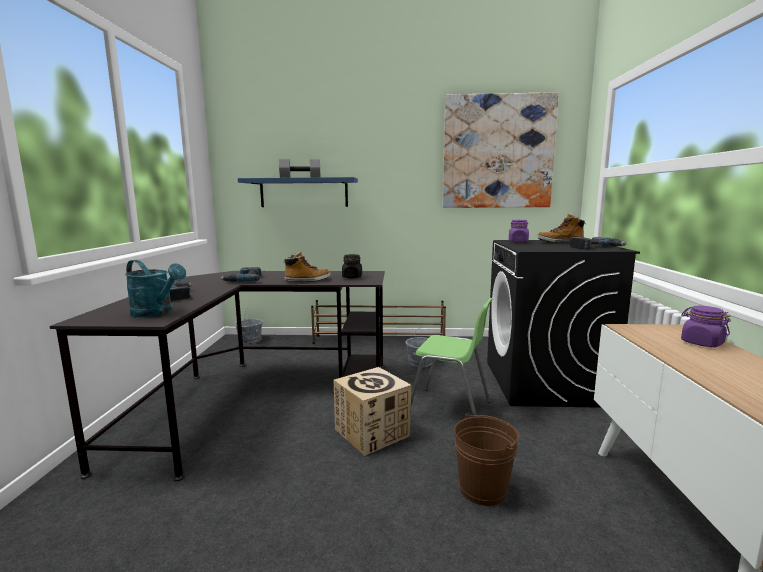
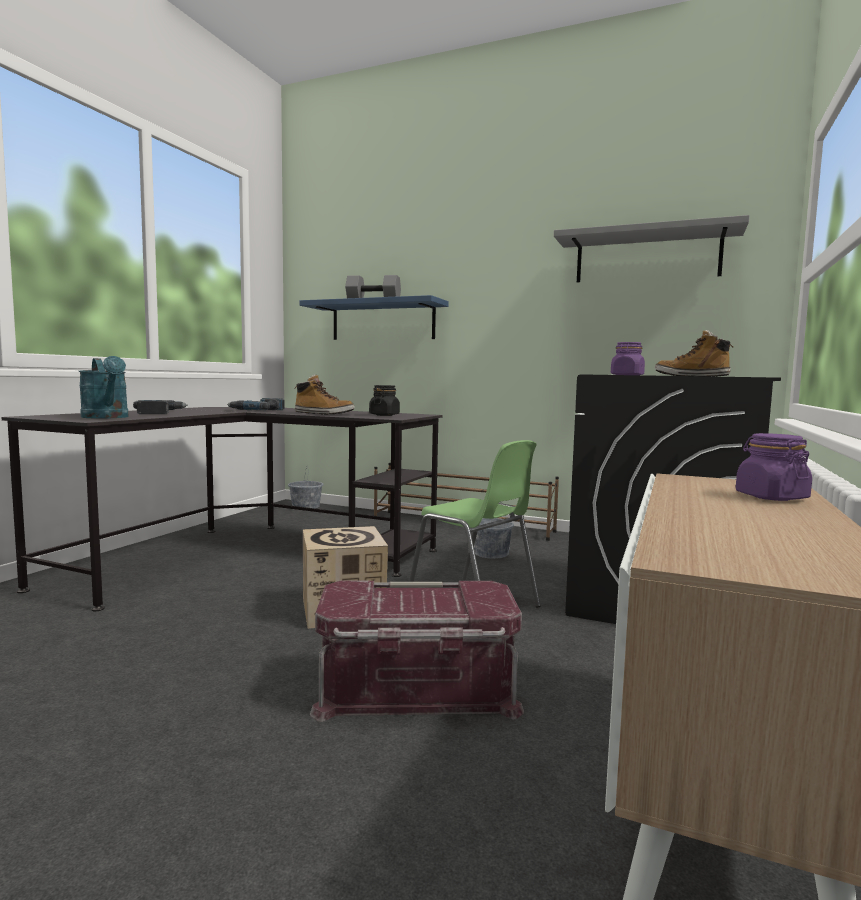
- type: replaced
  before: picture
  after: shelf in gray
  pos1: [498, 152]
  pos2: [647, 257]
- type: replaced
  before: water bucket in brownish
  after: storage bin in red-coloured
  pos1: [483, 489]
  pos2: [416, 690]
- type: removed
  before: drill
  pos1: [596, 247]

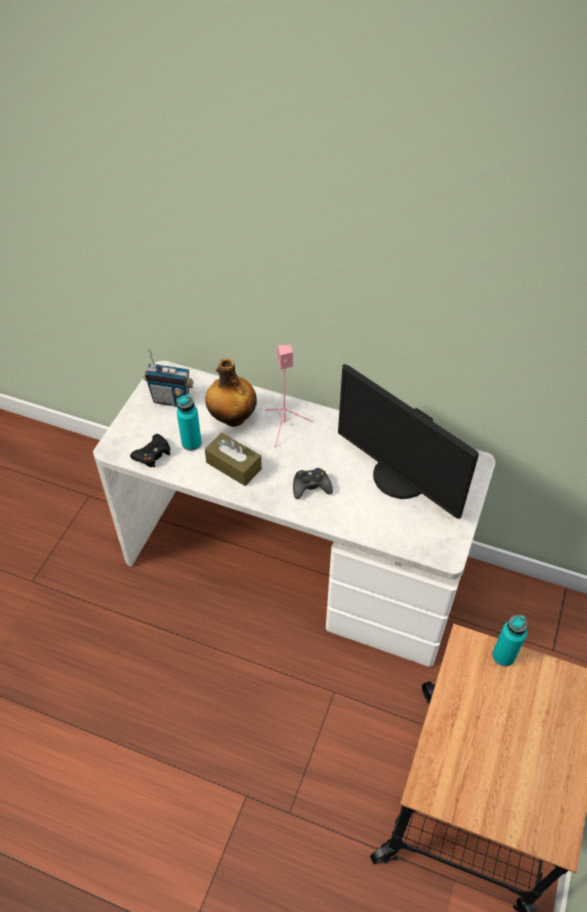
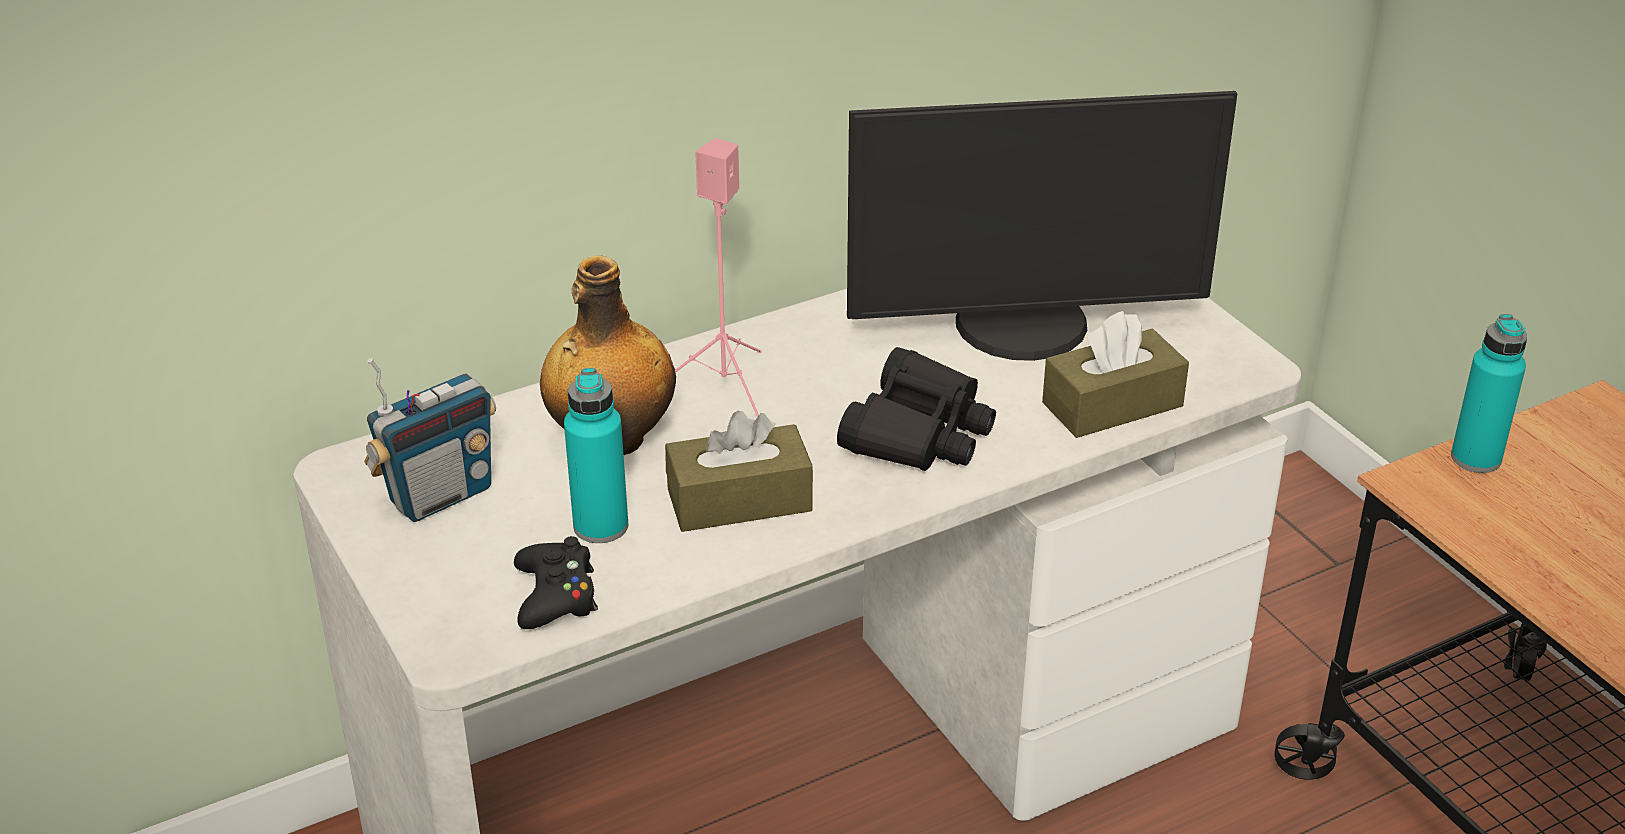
- type: replaced
  before: joypad in black-coloured
  after: pair of binoculars in black-coloured
  pos1: [311, 487]
  pos2: [918, 432]
- type: added
  after: box of tissues in brownish
  pos2: [1112, 404]

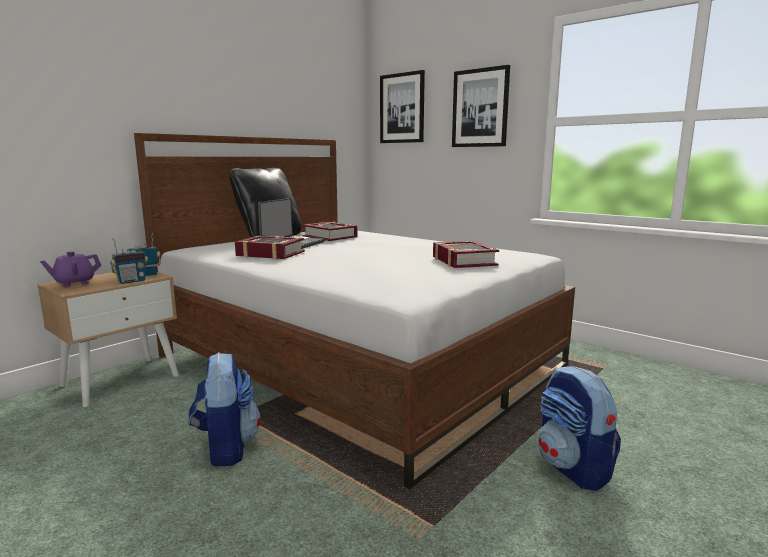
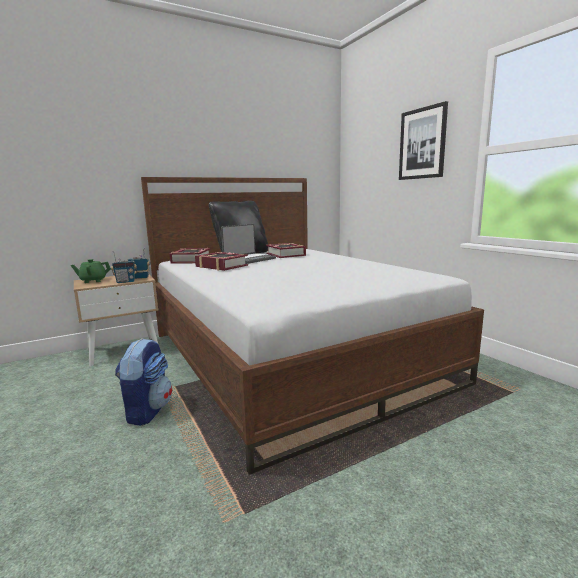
- type: recoloured
  before: teapot in purplish
  after: teapot in green-coloured
  pos1: [74, 283]
  pos2: [93, 281]
- type: removed
  before: picture
  pos1: [402, 108]
- type: moved
  before: book
  pos1: [463, 261]
  pos2: [191, 260]
- type: removed
  before: backpack
  pos1: [573, 468]

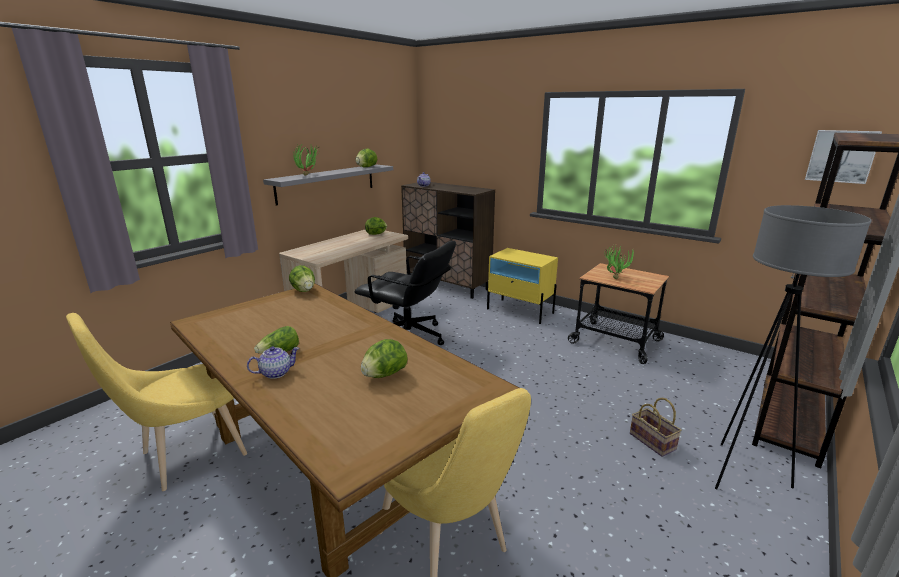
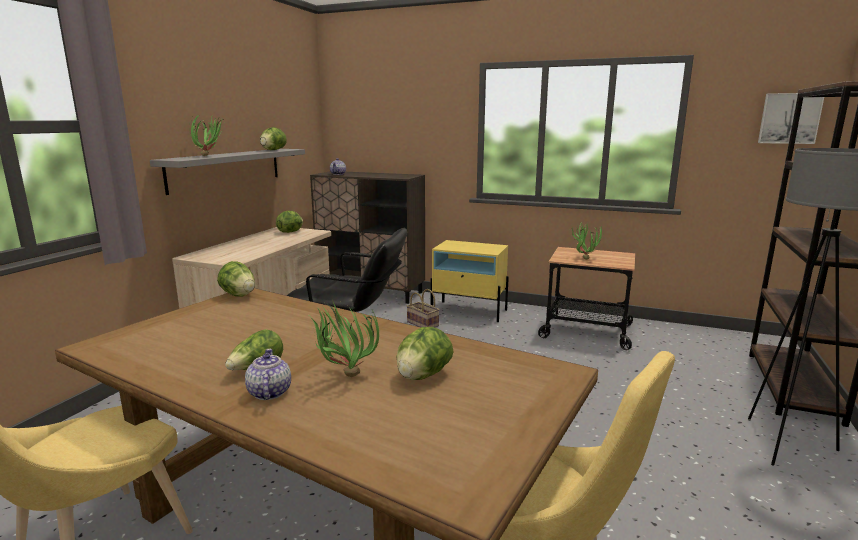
- type: turned
  before: teapot
  pos1: [275, 373]
  pos2: [269, 393]
  turn: -60
- type: moved
  before: household basket
  pos1: [653, 442]
  pos2: [423, 324]
- type: added
  after: plant in a pot
  pos2: [343, 376]

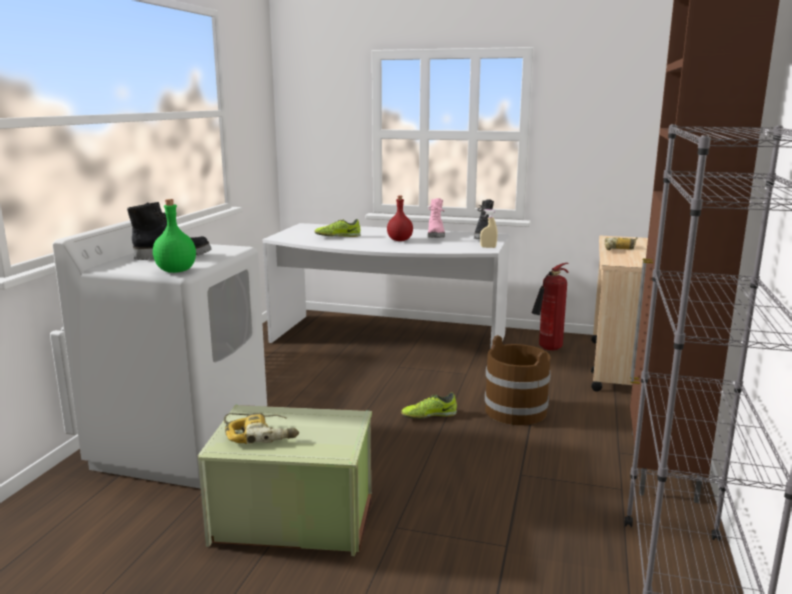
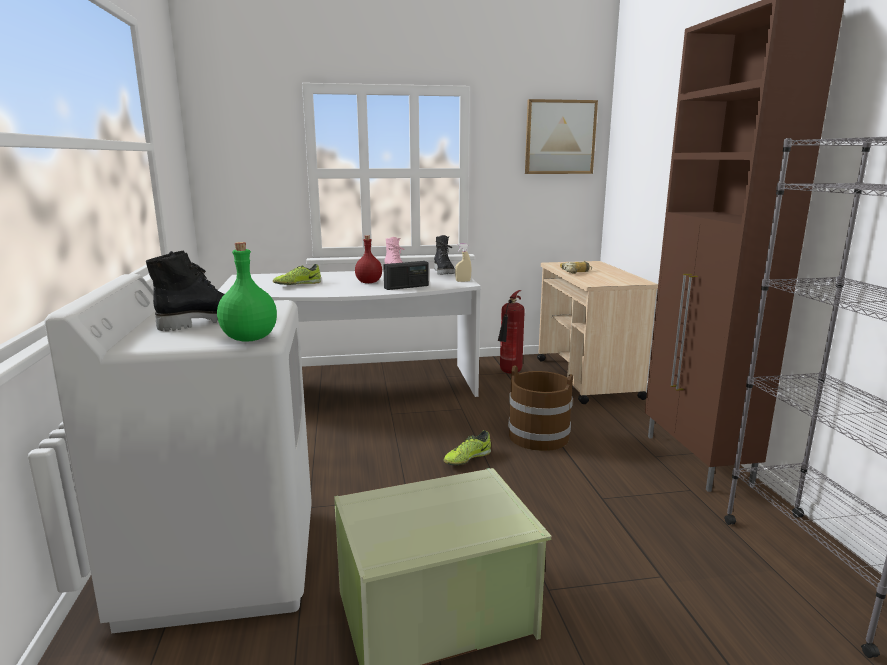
- type: removed
  before: drill
  pos1: [261, 434]
- type: added
  after: radio receiver
  pos2: [406, 287]
- type: added
  after: picture
  pos2: [560, 137]

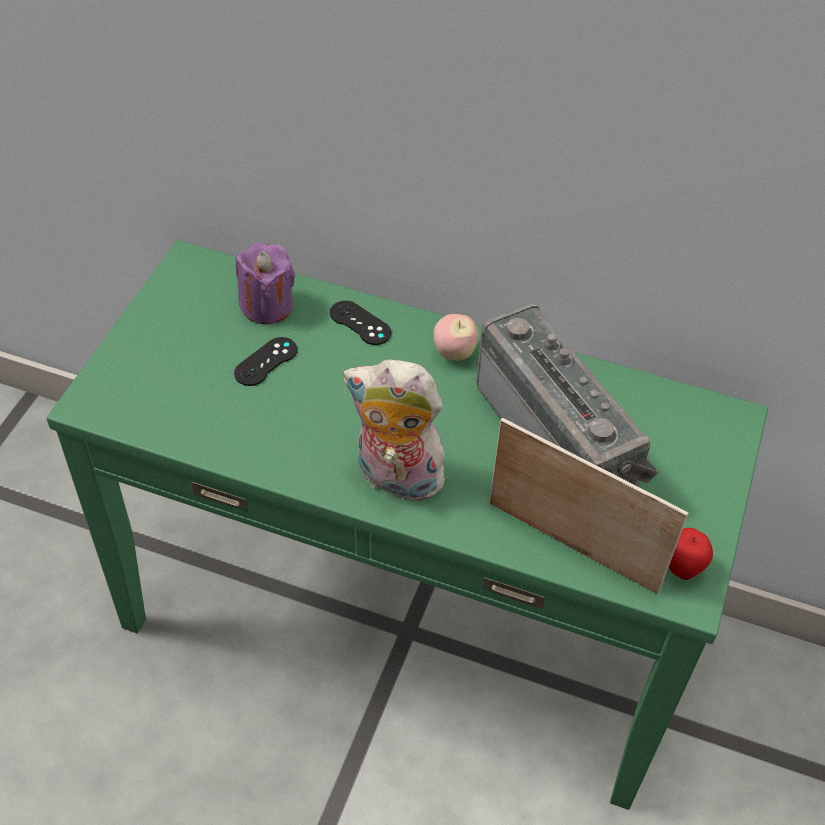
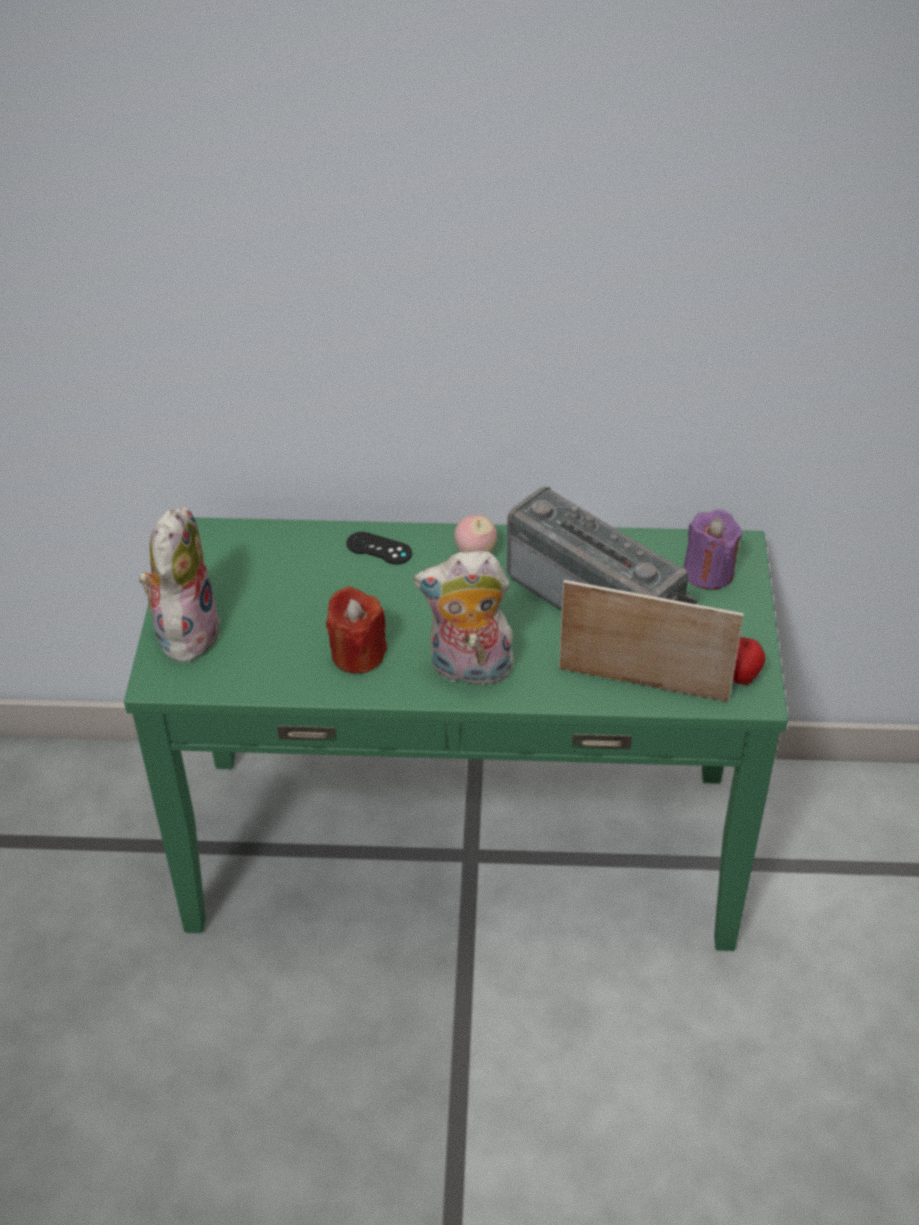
- type: removed
  before: joypad in black-coloured
  pos1: [266, 362]
- type: moved
  before: wax candle in purplish
  pos1: [267, 306]
  pos2: [708, 572]
- type: added
  after: plush toy
  pos2: [185, 631]
- type: added
  after: wax candle in red-coloured
  pos2: [358, 654]

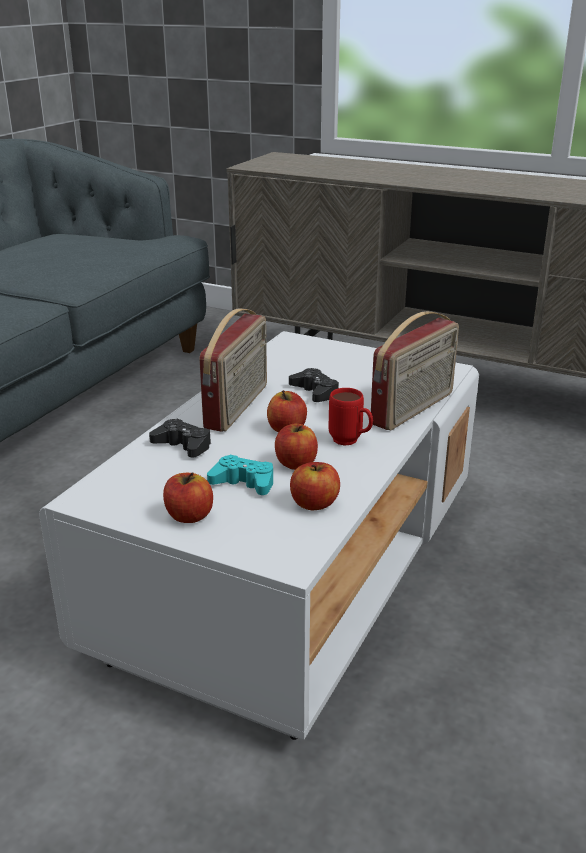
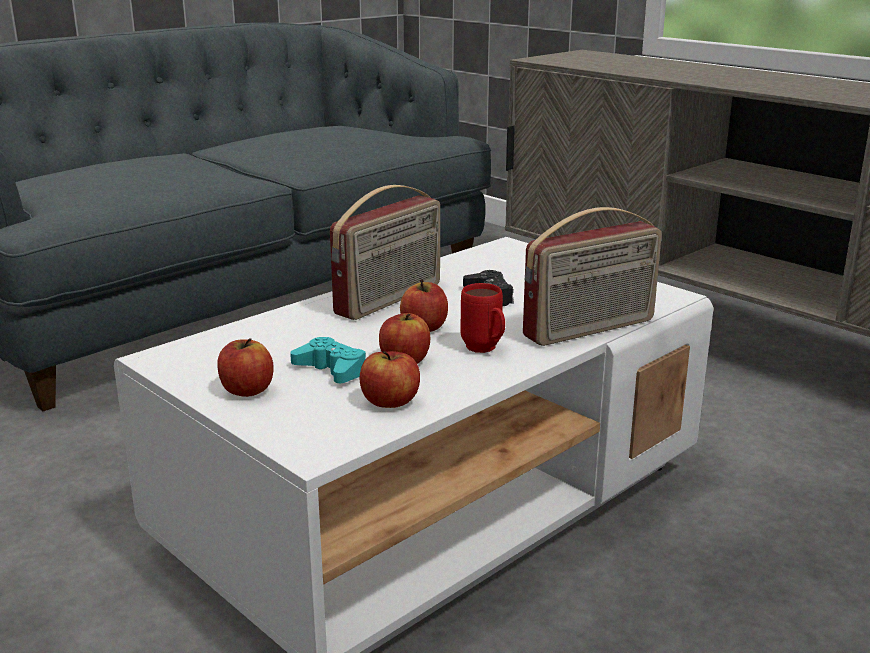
- type: removed
  before: joypad in black-coloured
  pos1: [183, 445]

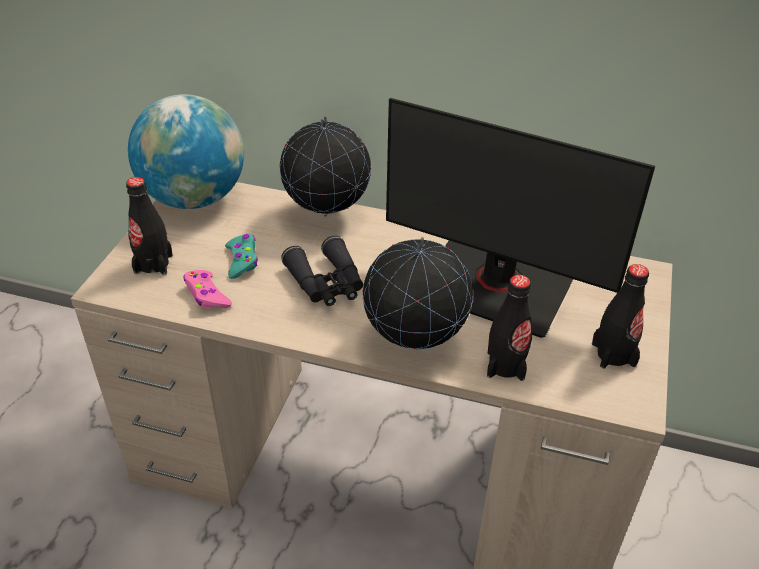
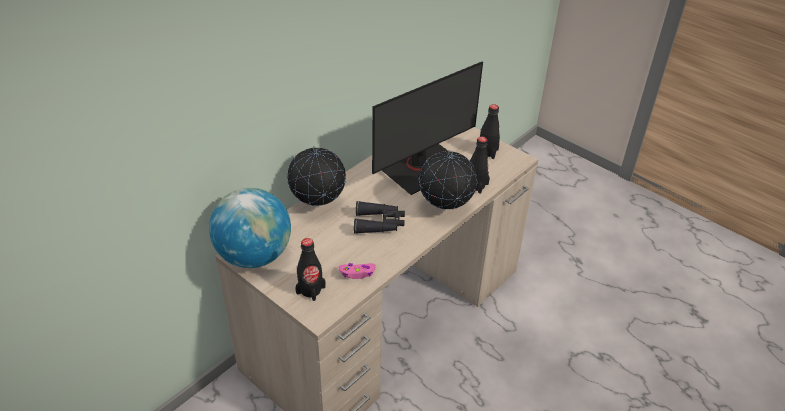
- type: removed
  before: joypad in turquoise-coloured
  pos1: [242, 260]

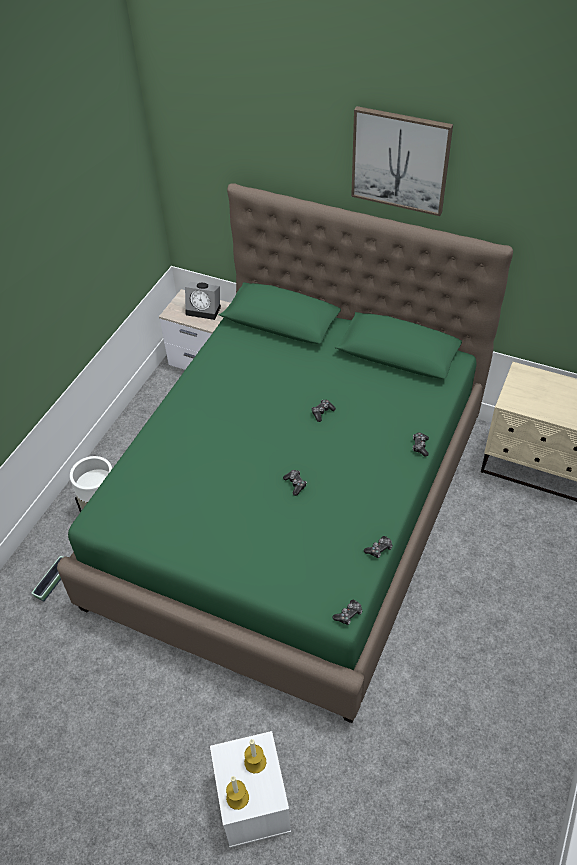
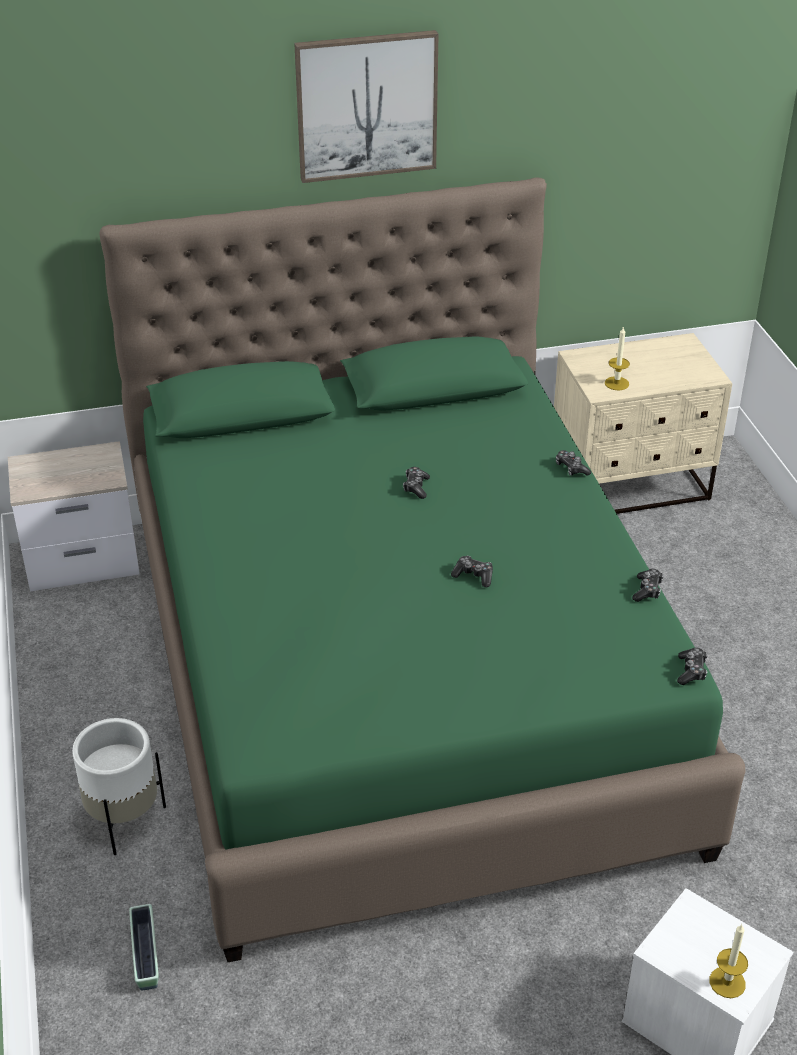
- type: removed
  before: table clock
  pos1: [205, 310]
- type: moved
  before: wax candle
  pos1: [255, 762]
  pos2: [616, 383]

